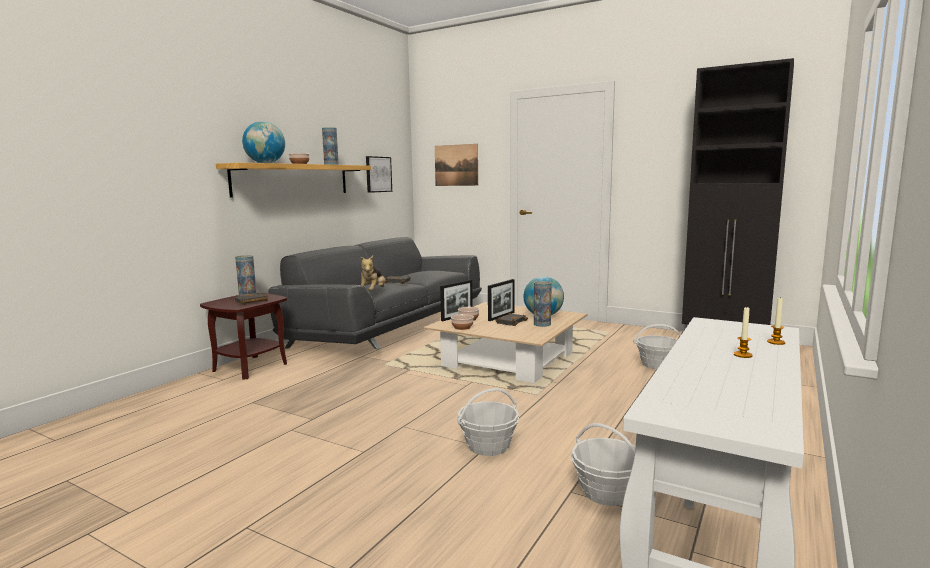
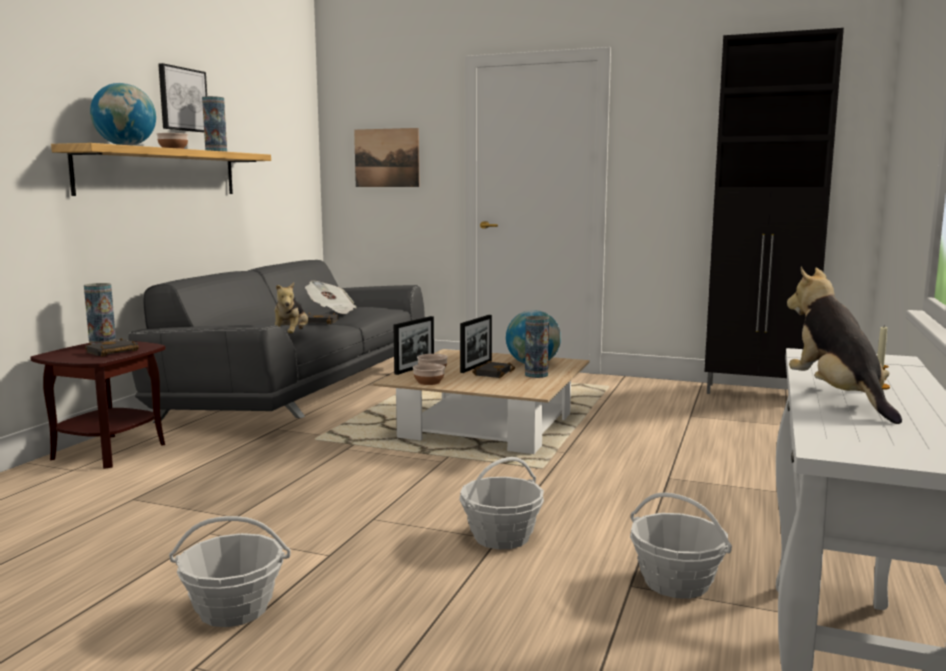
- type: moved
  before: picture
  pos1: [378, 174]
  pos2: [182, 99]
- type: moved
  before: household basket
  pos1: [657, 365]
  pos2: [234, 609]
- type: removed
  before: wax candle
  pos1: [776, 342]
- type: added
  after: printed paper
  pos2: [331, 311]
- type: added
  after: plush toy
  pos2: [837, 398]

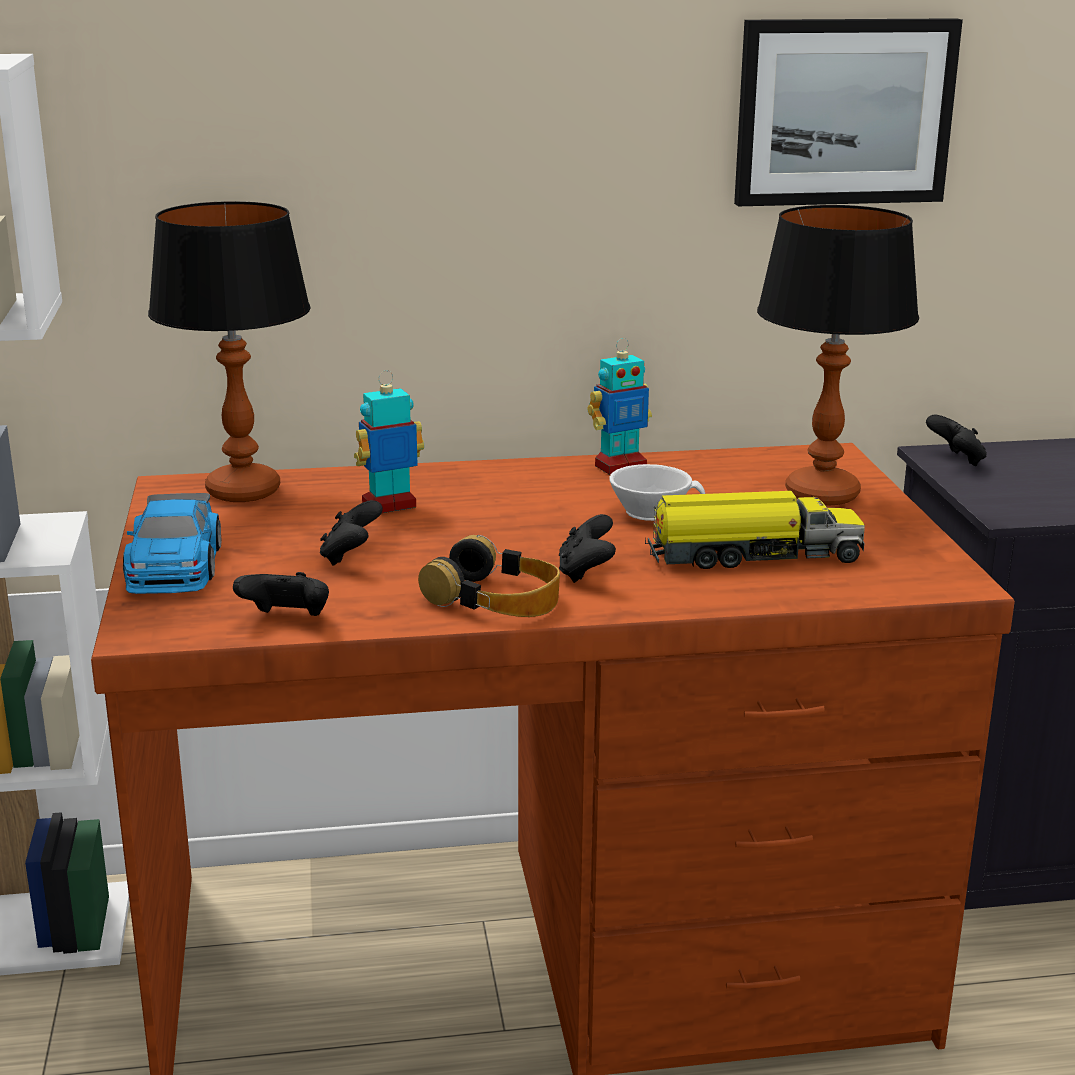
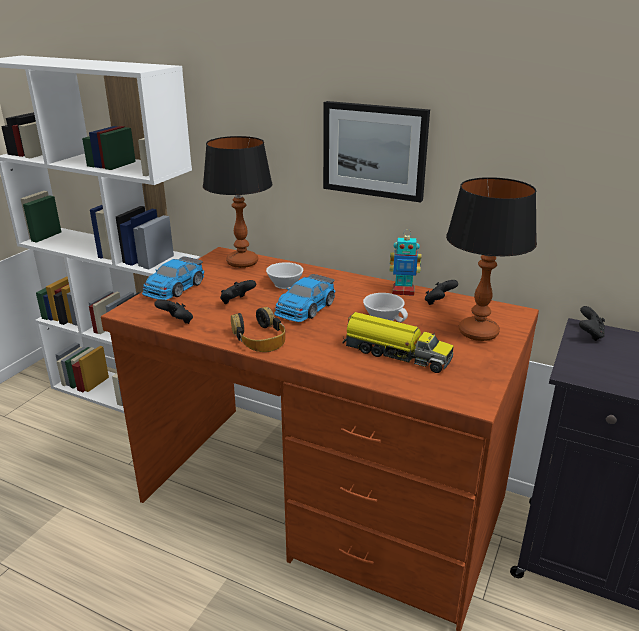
- type: replaced
  before: model robot
  after: cup in whitish
  pos1: [389, 506]
  pos2: [283, 284]
- type: moved
  before: joypad in black-coloured
  pos1: [586, 572]
  pos2: [439, 302]
- type: moved
  before: picture
  pos1: [843, 112]
  pos2: [374, 150]
- type: added
  after: toy car
  pos2: [305, 308]

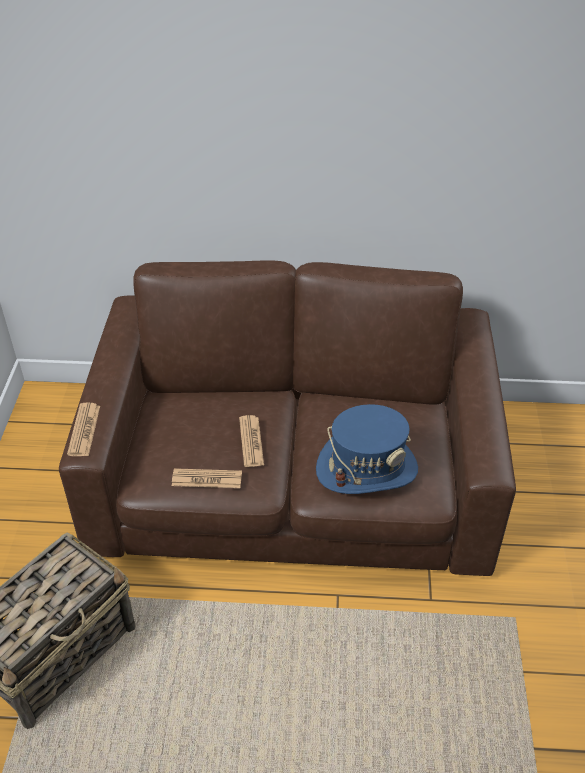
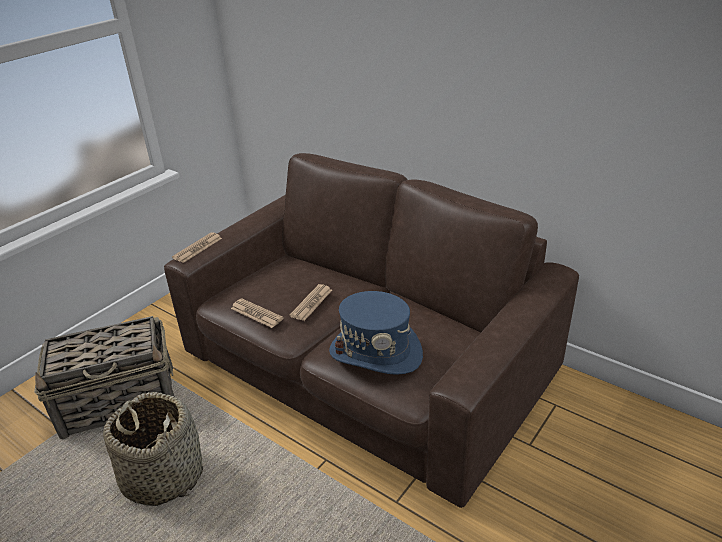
- type: added
  after: household basket
  pos2: [163, 475]

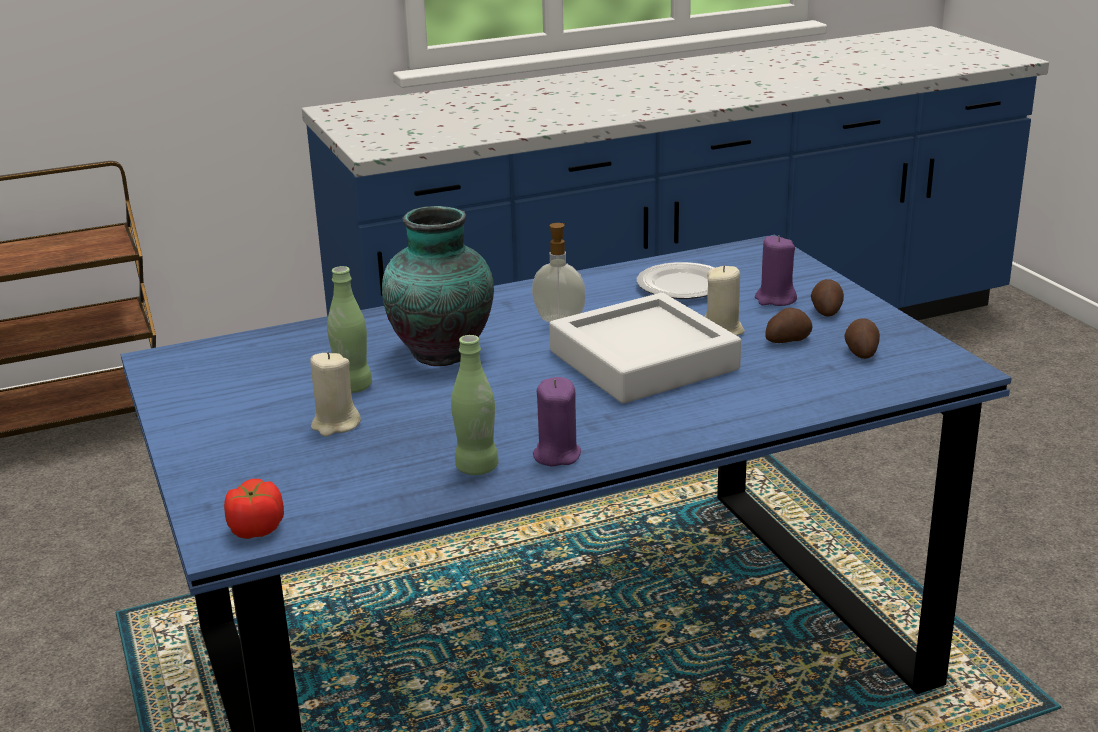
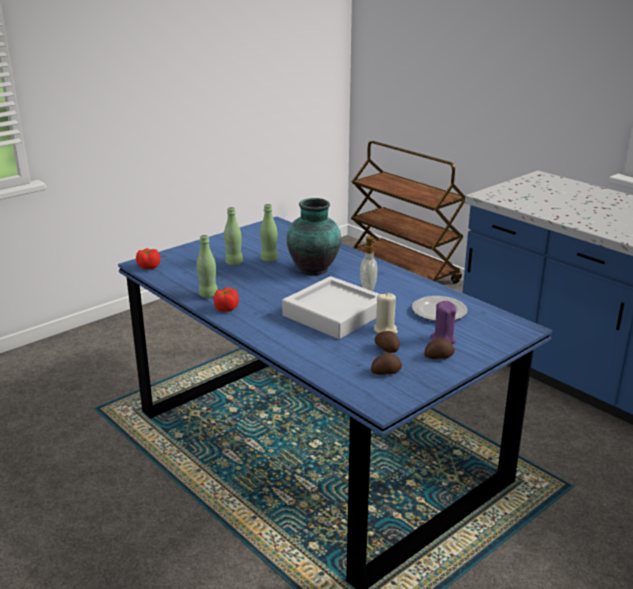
- type: replaced
  before: wax candle in sand-coloured
  after: beverage bottle in green-coloured
  pos1: [335, 424]
  pos2: [234, 263]
- type: replaced
  before: wax candle in purplish
  after: fresh tomato
  pos1: [556, 455]
  pos2: [226, 309]

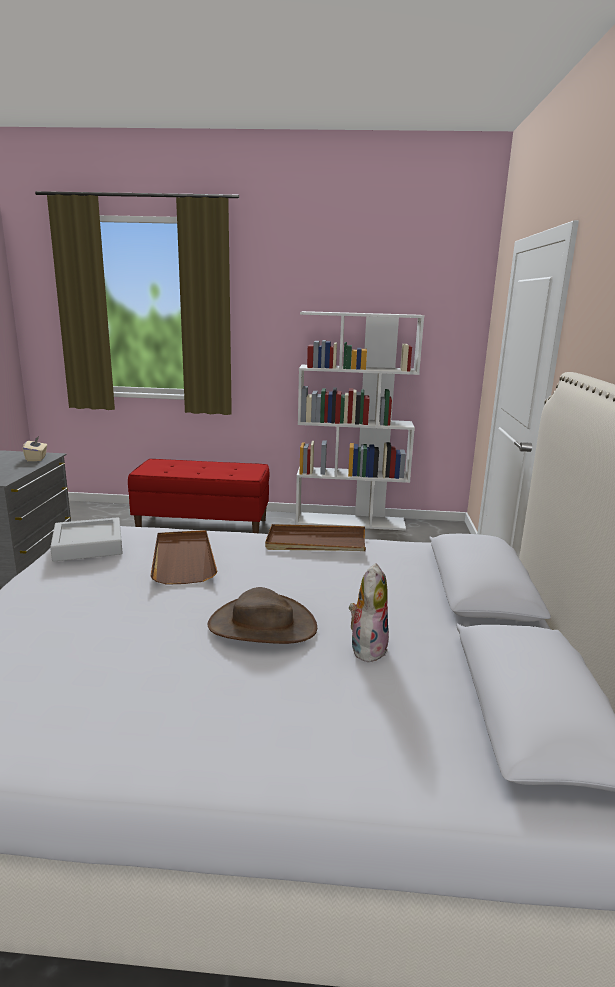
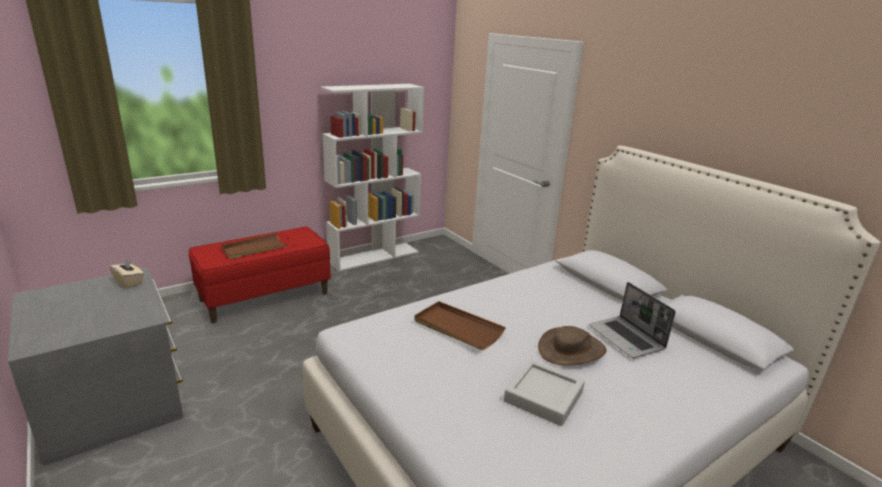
- type: moved
  before: carrying tray in gray
  pos1: [88, 545]
  pos2: [543, 397]
- type: moved
  before: carrying tray in brownish
  pos1: [316, 542]
  pos2: [254, 248]
- type: replaced
  before: plush toy
  after: notebook computer
  pos1: [367, 647]
  pos2: [627, 338]

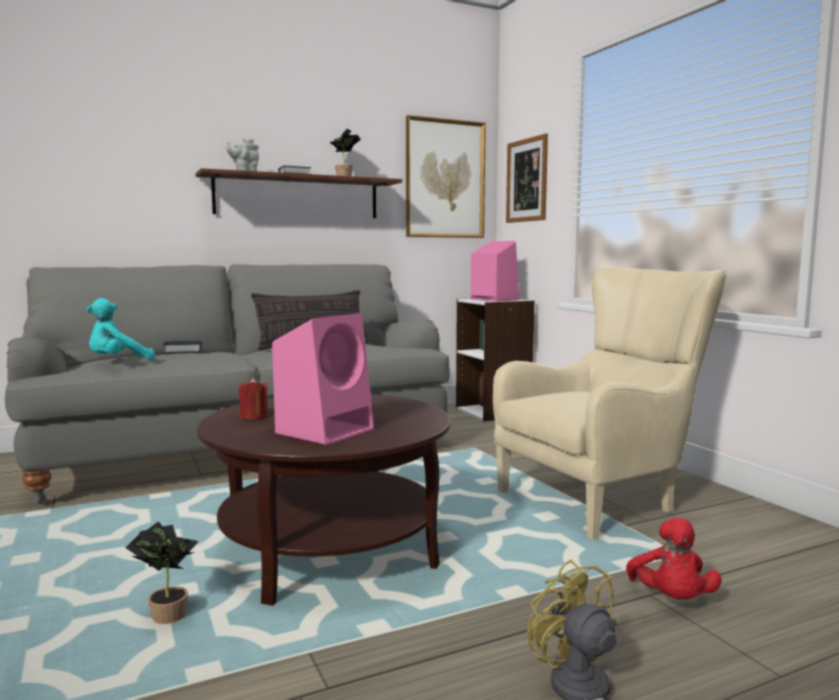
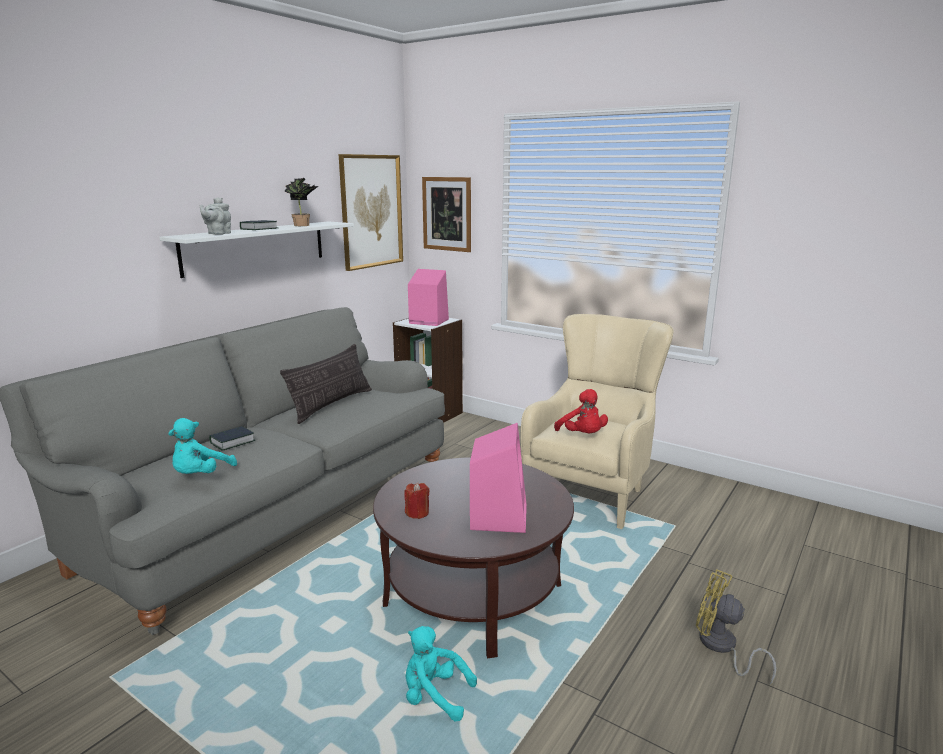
- type: replaced
  before: plant in a pot
  after: plush toy in turquoise-coloured
  pos1: [166, 616]
  pos2: [434, 696]
- type: recoloured
  before: shelf in brownish
  after: shelf in whitish
  pos1: [298, 197]
  pos2: [256, 247]
- type: moved
  before: plush toy in red-coloured
  pos1: [671, 600]
  pos2: [582, 435]

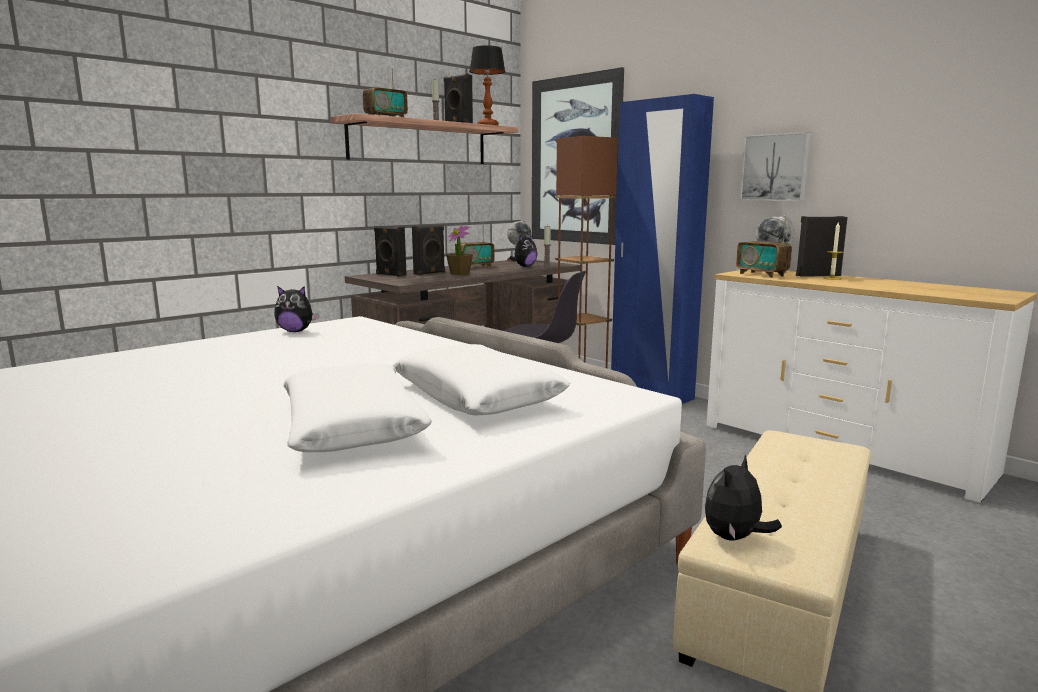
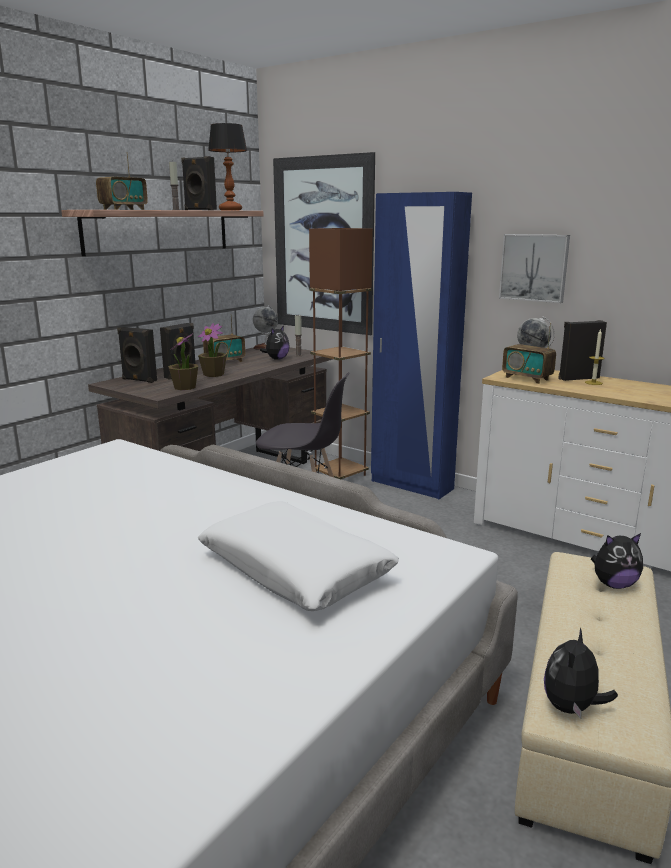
- type: moved
  before: plush toy
  pos1: [296, 331]
  pos2: [614, 584]
- type: removed
  before: pillow in whitish
  pos1: [352, 425]
- type: added
  after: plant in a pot
  pos2: [184, 387]

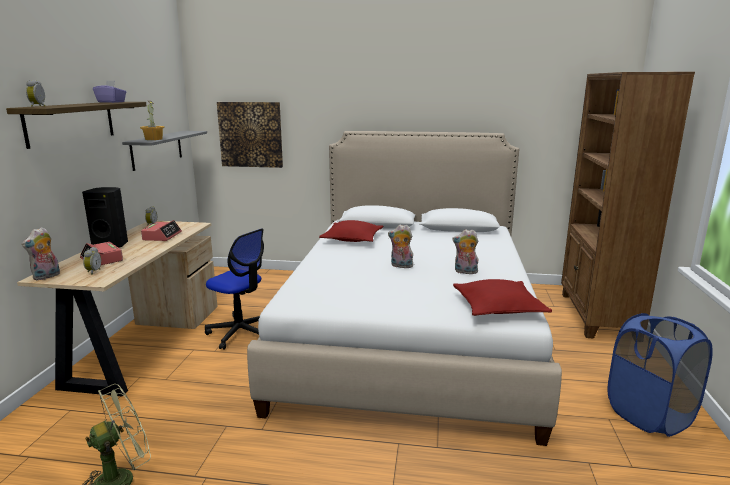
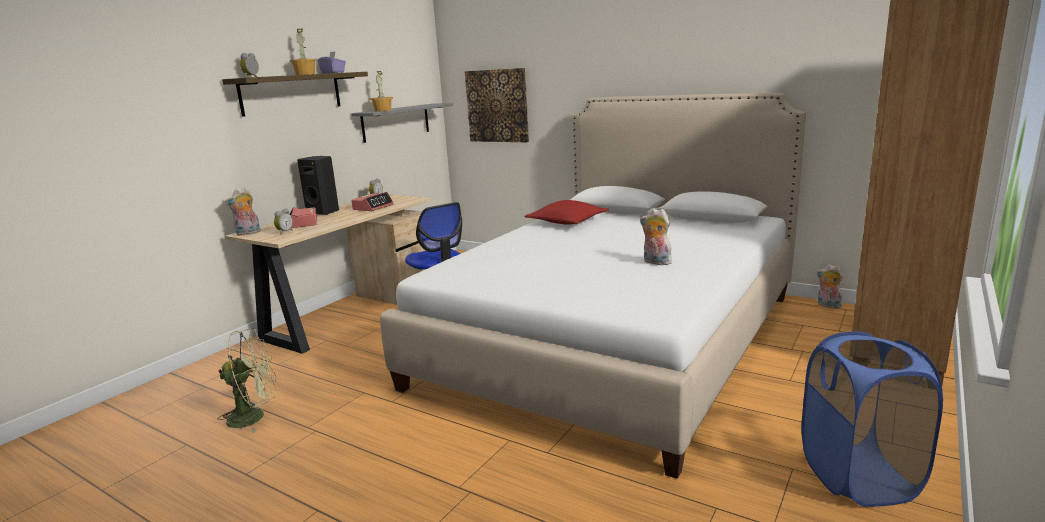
- type: moved
  before: plush toy
  pos1: [401, 266]
  pos2: [827, 305]
- type: removed
  before: pillow in red-coloured
  pos1: [498, 308]
- type: added
  after: plant in a pot
  pos2: [305, 74]

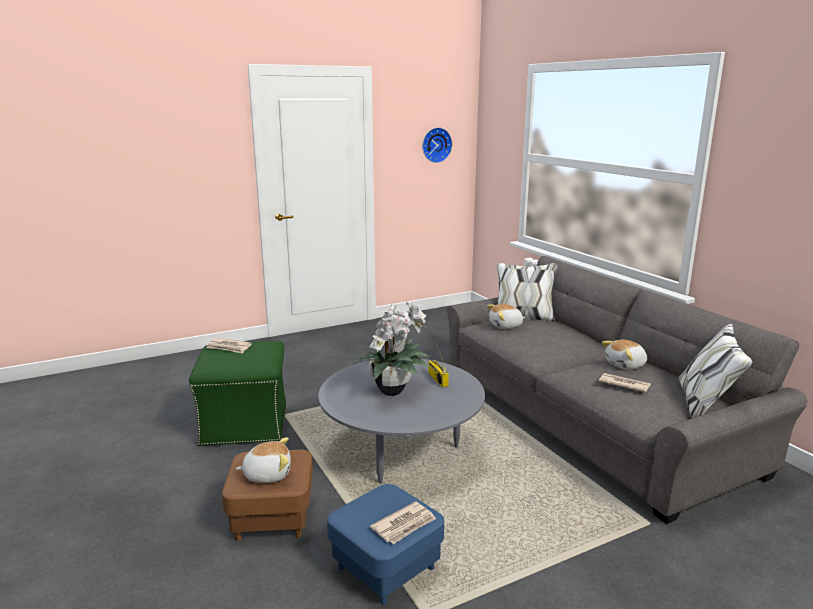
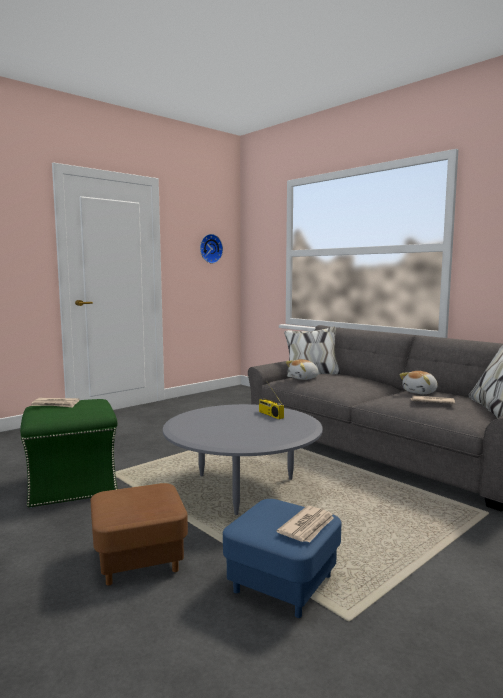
- type: removed
  before: plush toy
  pos1: [267, 474]
- type: removed
  before: plant in a pot
  pos1: [394, 390]

